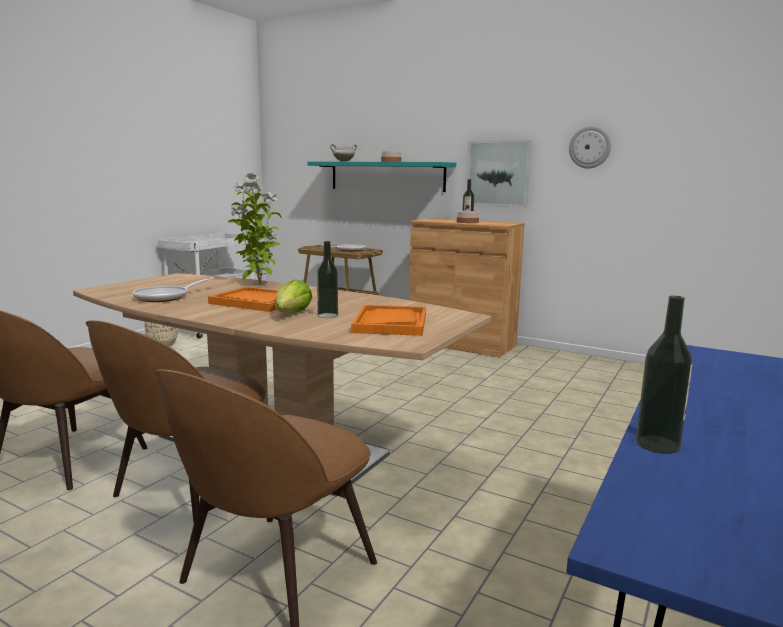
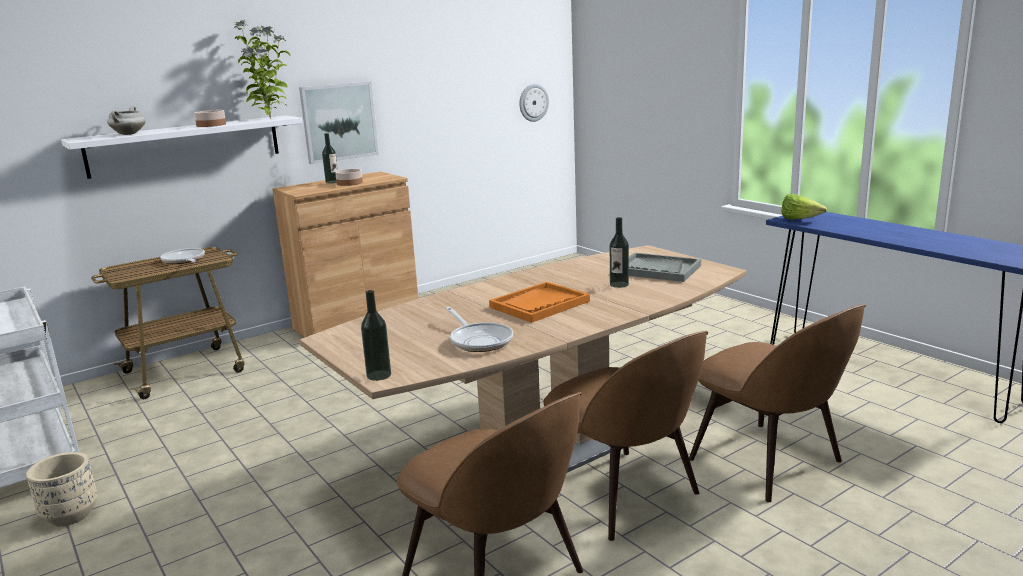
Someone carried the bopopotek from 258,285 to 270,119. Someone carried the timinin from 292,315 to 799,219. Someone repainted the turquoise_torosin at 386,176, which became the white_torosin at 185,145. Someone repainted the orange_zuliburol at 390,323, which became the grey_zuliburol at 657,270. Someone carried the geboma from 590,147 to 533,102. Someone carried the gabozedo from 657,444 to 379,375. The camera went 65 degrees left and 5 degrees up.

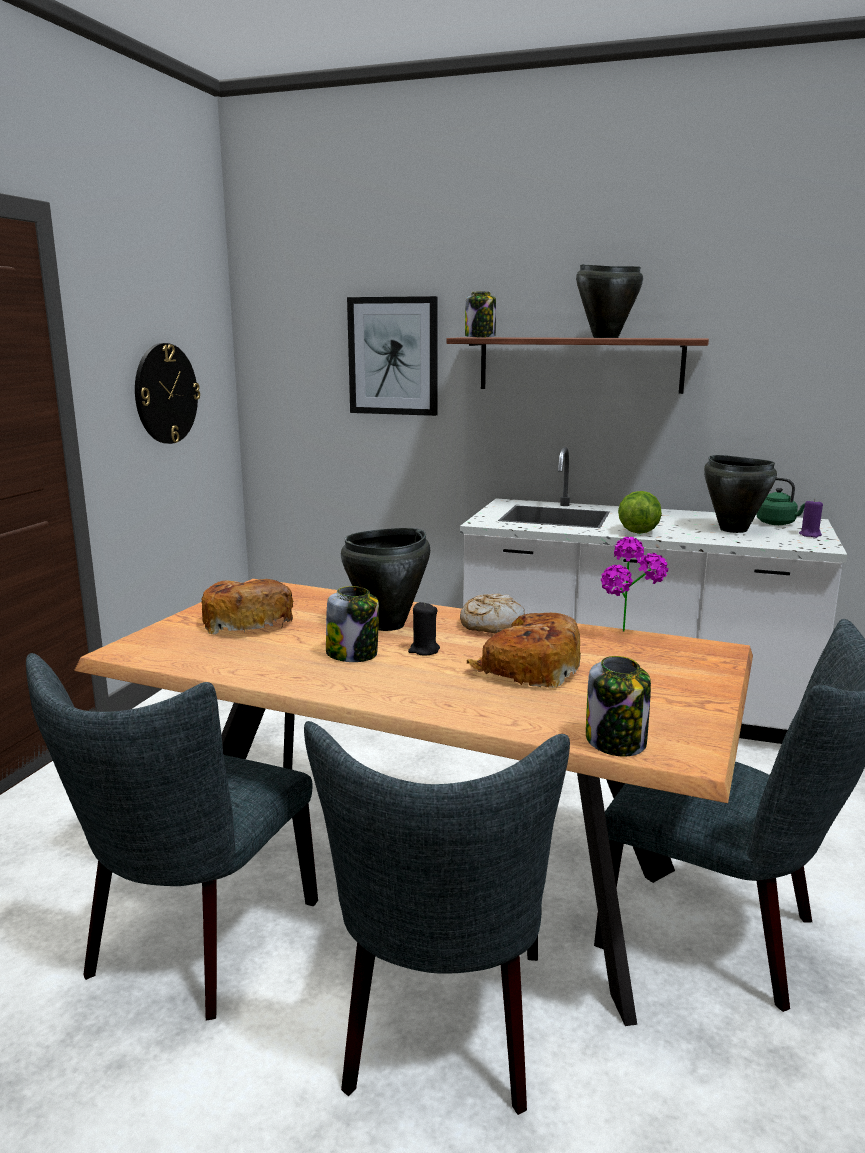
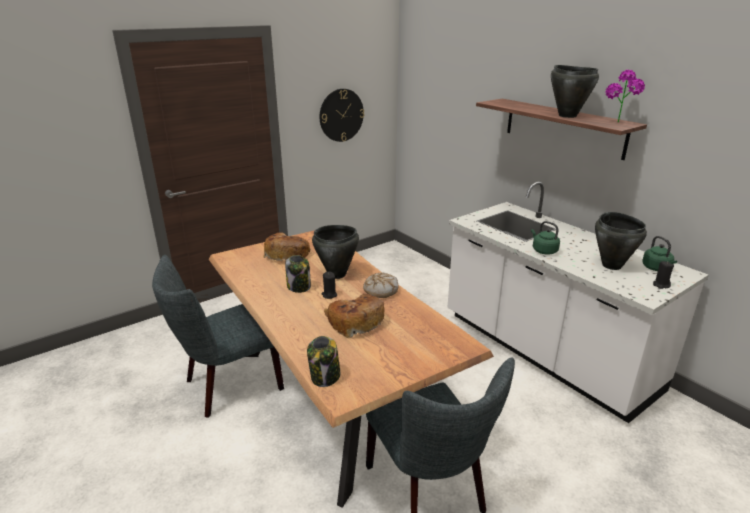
Someone took away the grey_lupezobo at 443,1029. Someone took away the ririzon at 393,356. Someone took away the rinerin at 480,337. Someone carried the bopopotek from 629,635 to 618,123. Someone swapped the timinin at 638,531 for the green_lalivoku at 543,250. Someone repainted the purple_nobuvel at 810,535, which became the black_nobuvel at 661,285. The camera went 35 degrees right and 10 degrees up.

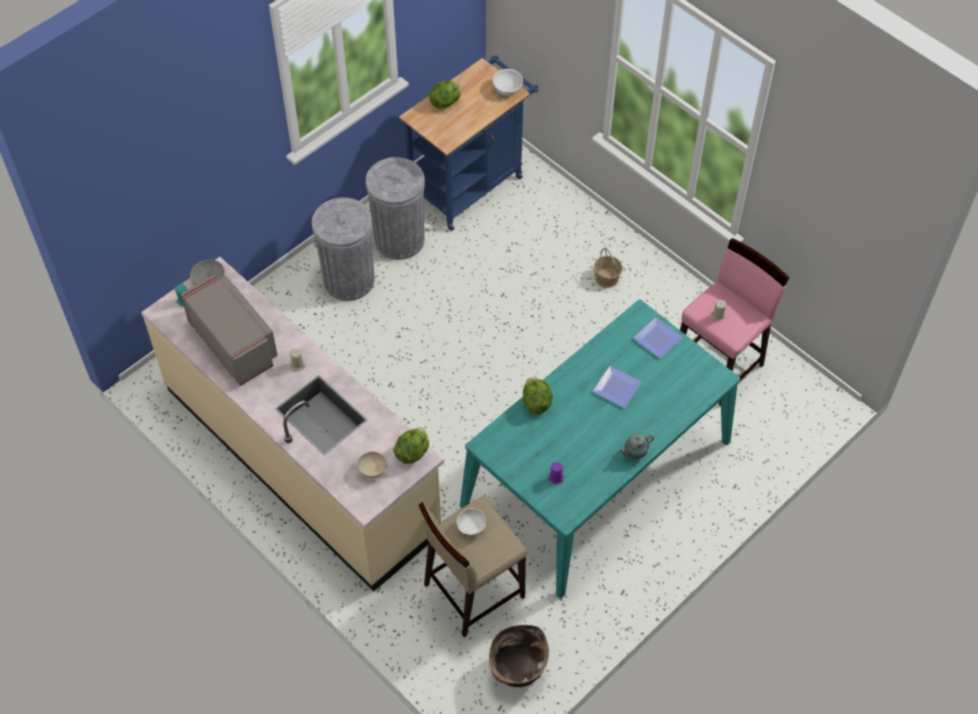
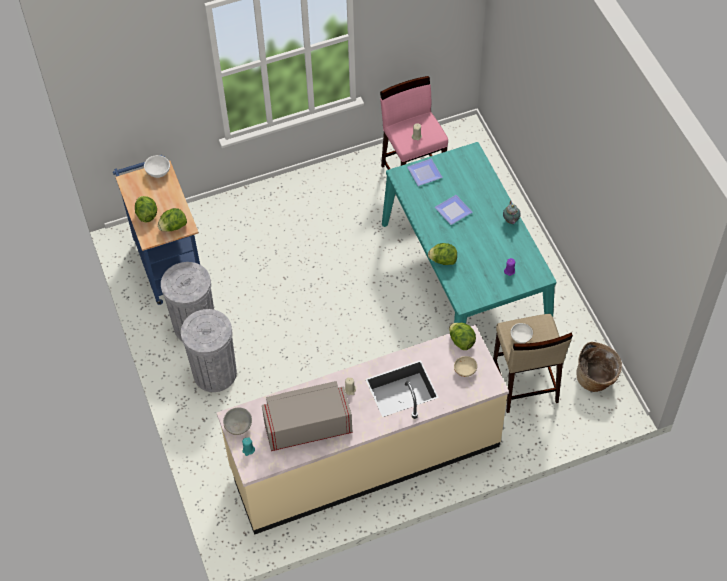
Someone took away the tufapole at 606,278. Someone put down the timinin at 173,227. The camera went 65 degrees left and 0 degrees up.

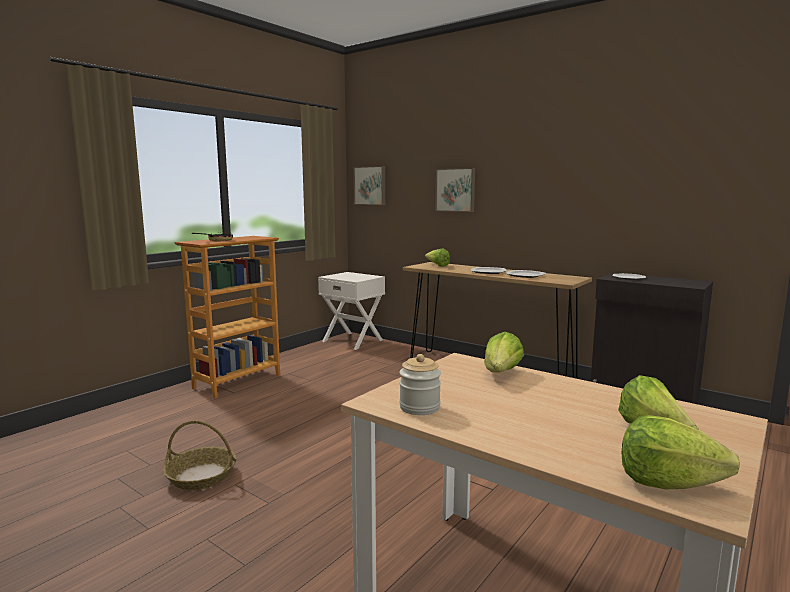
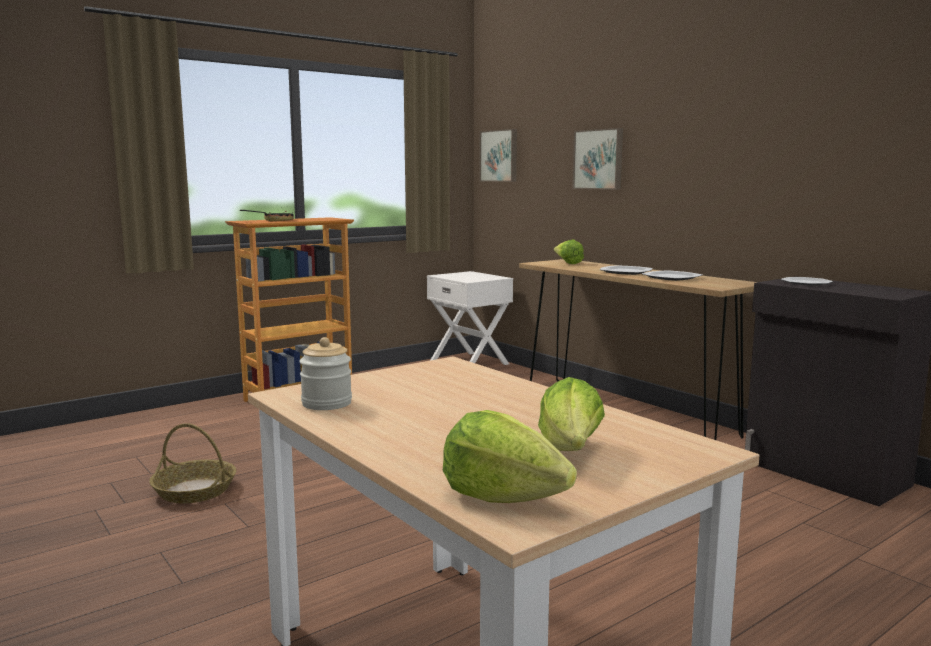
Someone took away the timinin at 501,374. The camera went 15 degrees right and 0 degrees up.

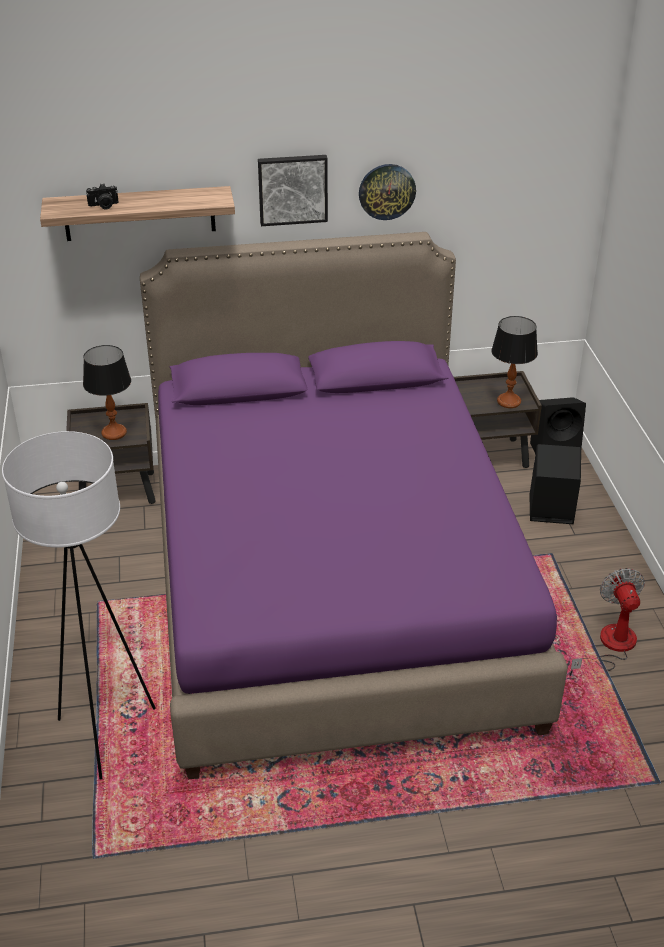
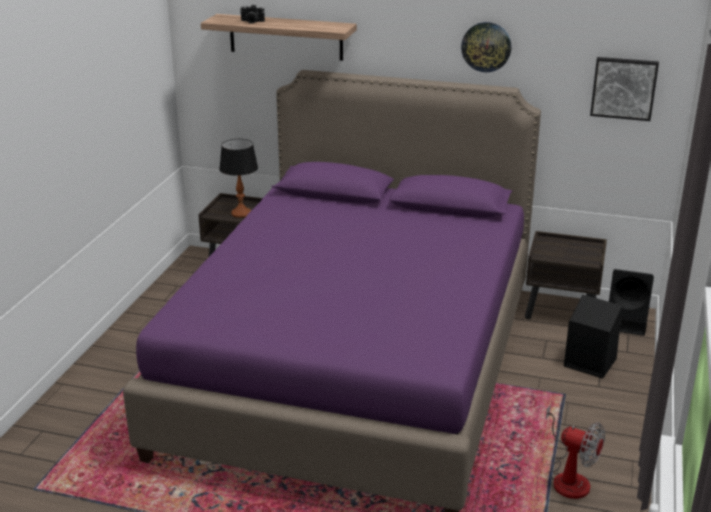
Someone took away the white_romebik at 106,734. Someone carried the ririzon from 292,189 to 624,88. Someone took away the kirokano at 508,401. Someone rotated the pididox at 610,646 by 105 degrees clockwise. The camera went 25 degrees right and 10 degrees down.

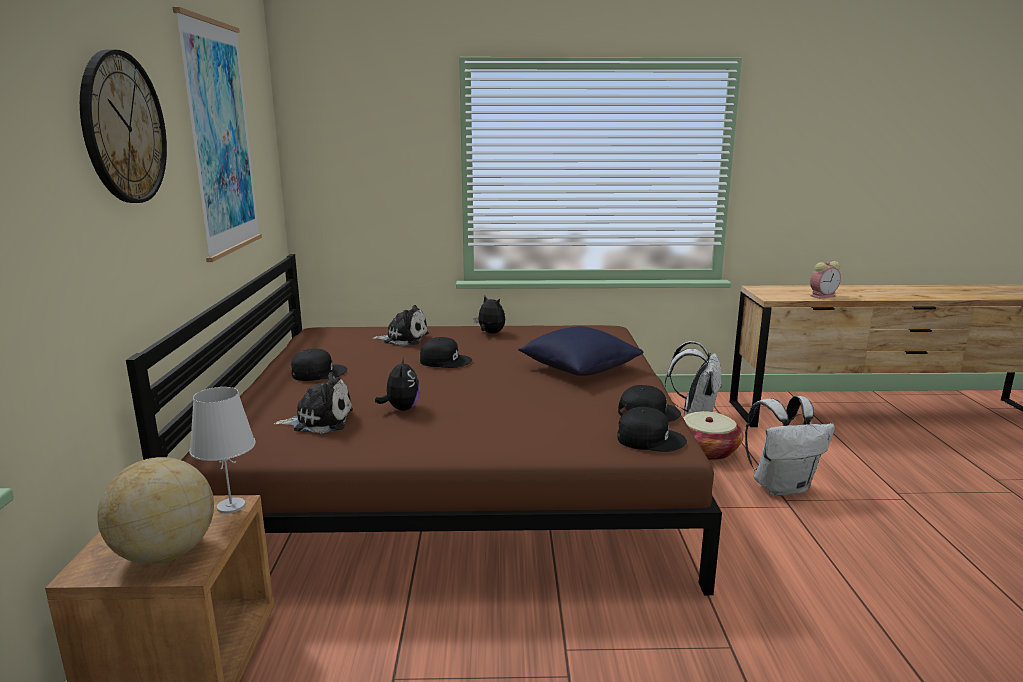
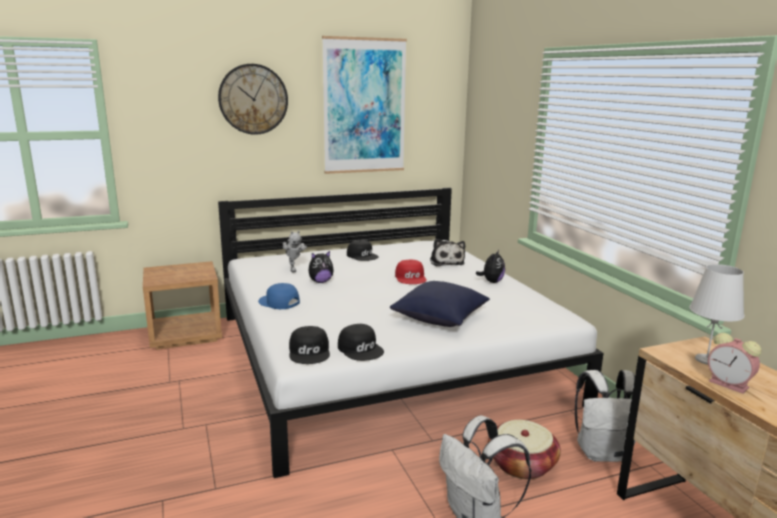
Someone took away the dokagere at 164,554. Someone repainted the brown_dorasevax at 455,474, which became the white_dorasevax at 385,356. Someone carried the white_kirokano from 231,506 to 707,360. Someone swapped the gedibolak at 319,420 for the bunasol at 293,269. Someone repainted the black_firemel at 445,360, which became the red_firemel at 411,278. Someone put down the blue_firemel at 278,302. The camera went 70 degrees right and 0 degrees up.

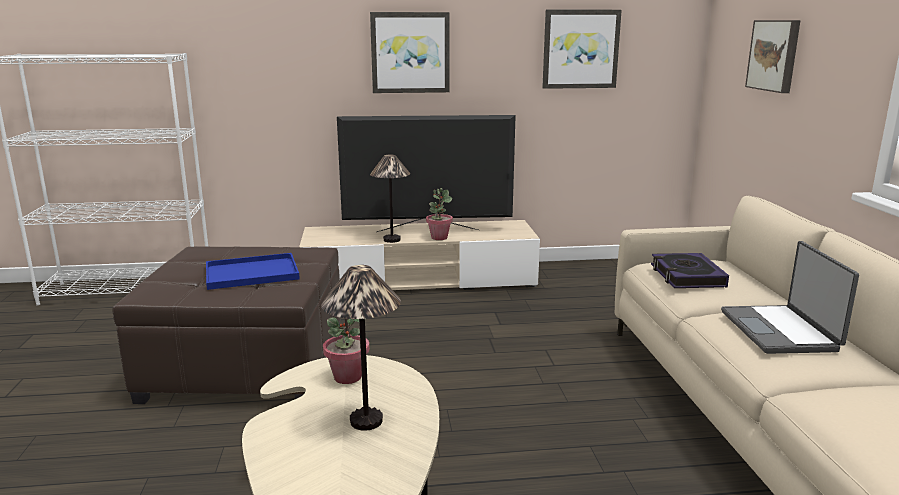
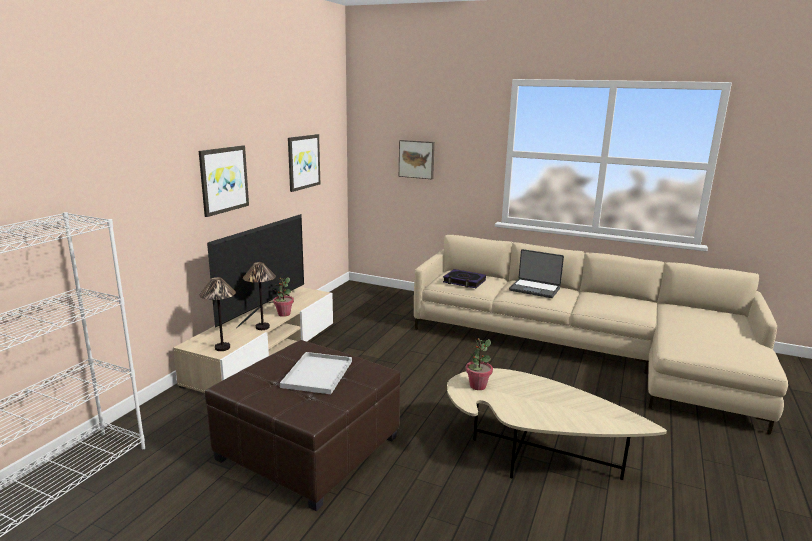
Someone repainted the blue_zuliburol at 254,272, which became the white_zuliburol at 317,373. Someone carried the kirokano from 366,421 to 222,347. The camera went 60 degrees left and 0 degrees up.

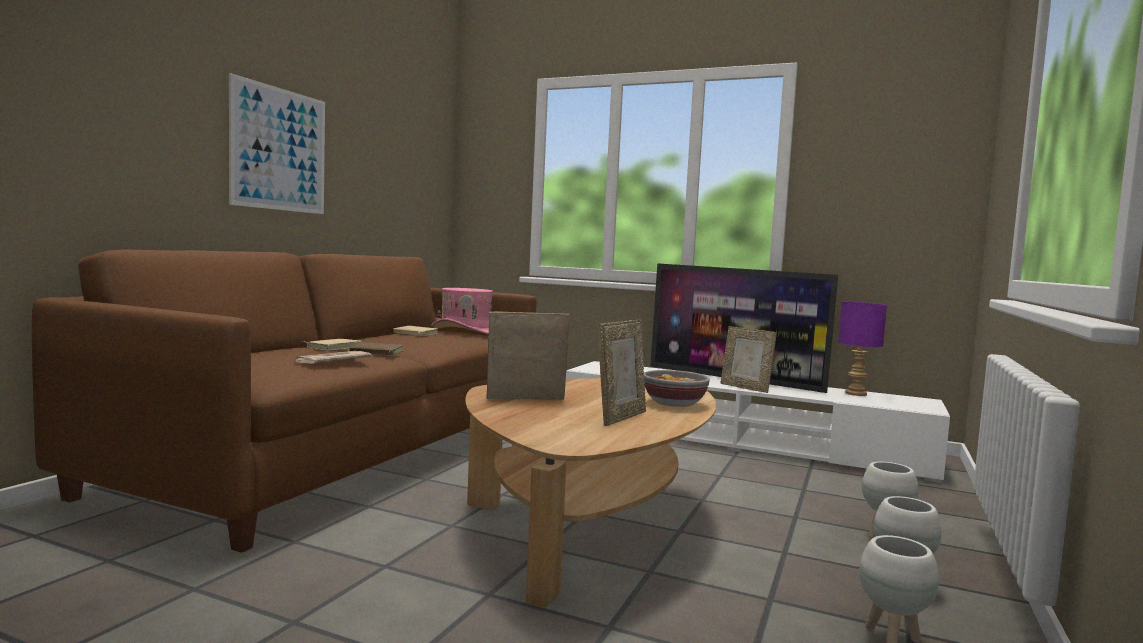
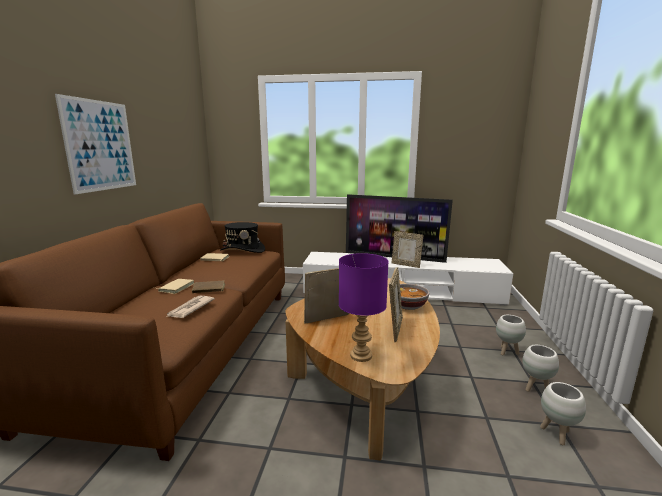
Someone repainted the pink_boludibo at 466,331, which became the black_boludibo at 243,250. Someone carried the purple_kirokano from 856,394 to 361,356. The camera went 15 degrees left and 10 degrees up.

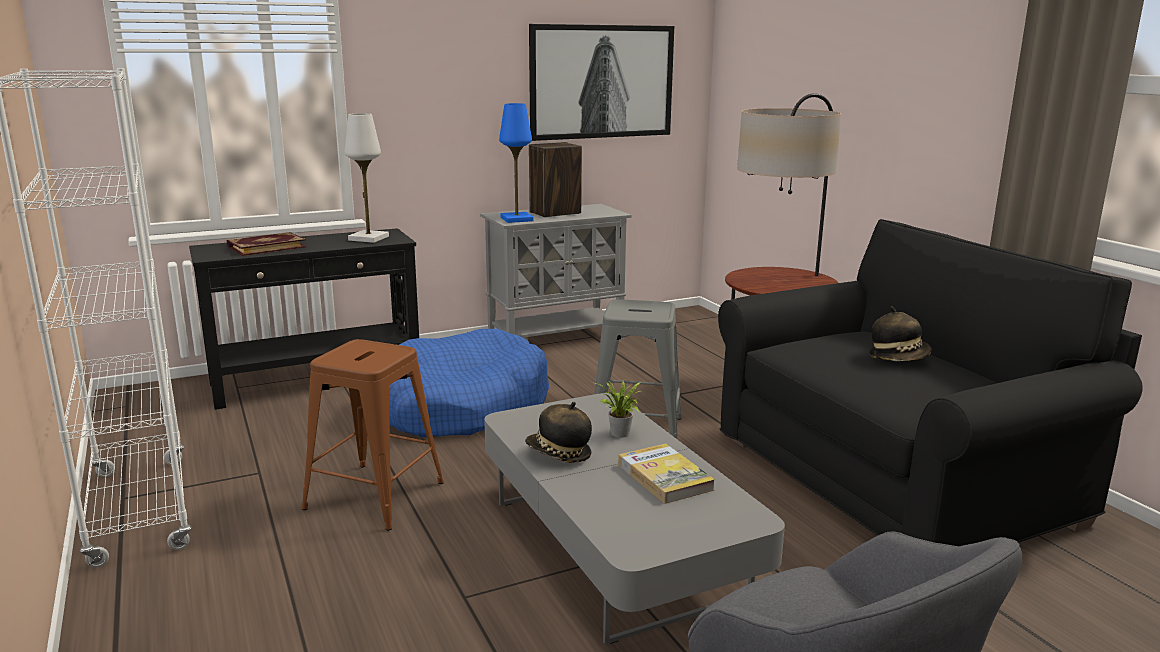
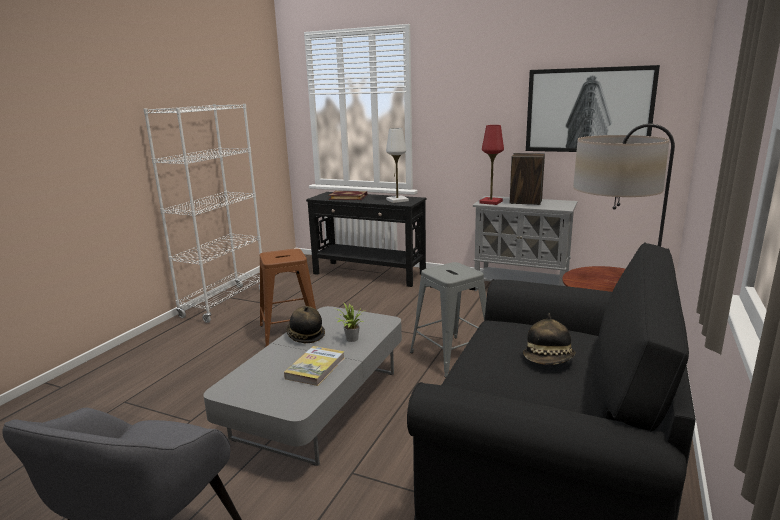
Someone took away the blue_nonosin at 460,406. Someone repainted the blue_kirokano at 516,219, which became the red_kirokano at 491,202. The camera went 50 degrees right and 0 degrees up.

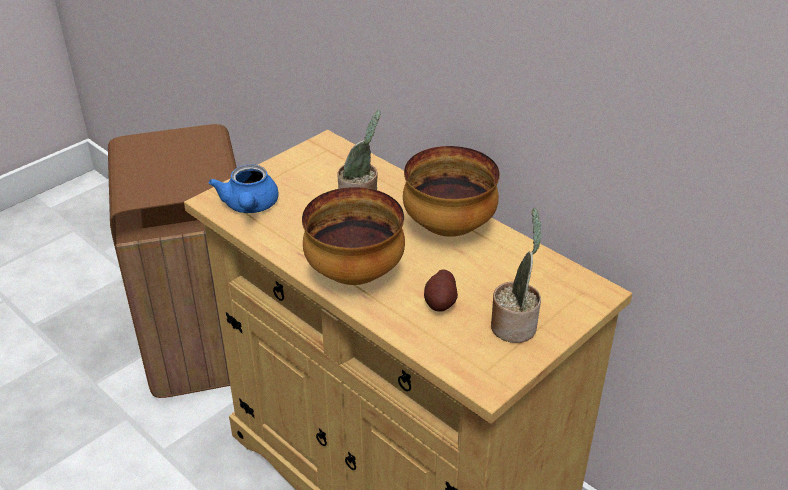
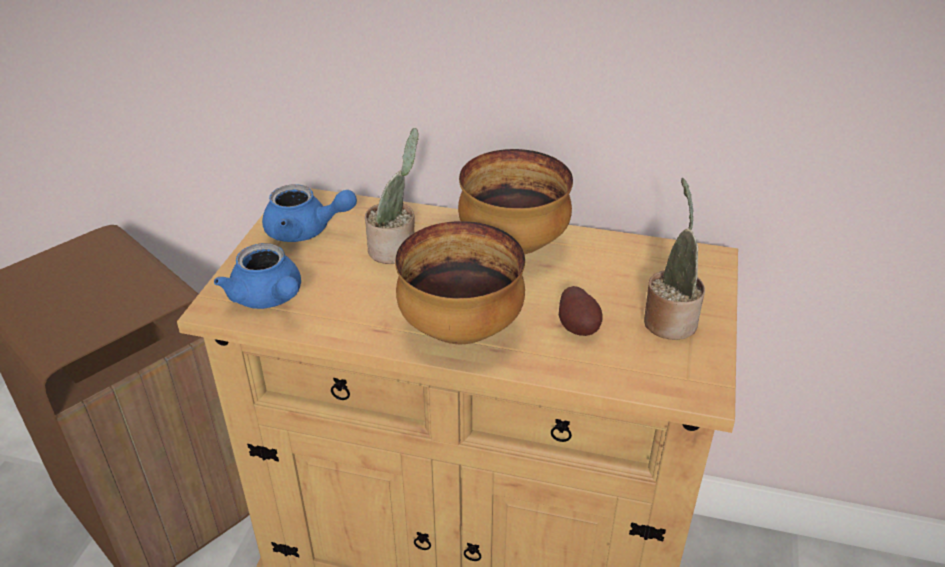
Someone put down the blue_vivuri at 306,231. The camera went 30 degrees left and 0 degrees up.

